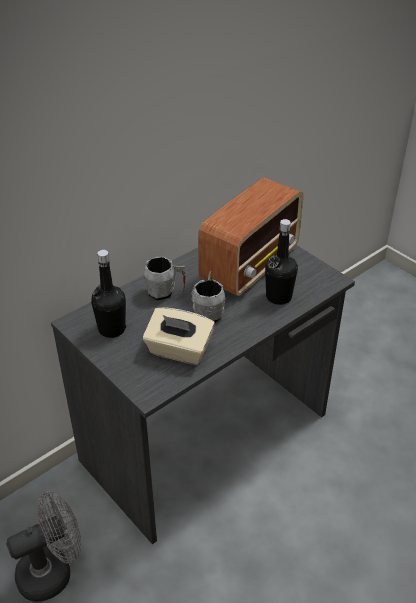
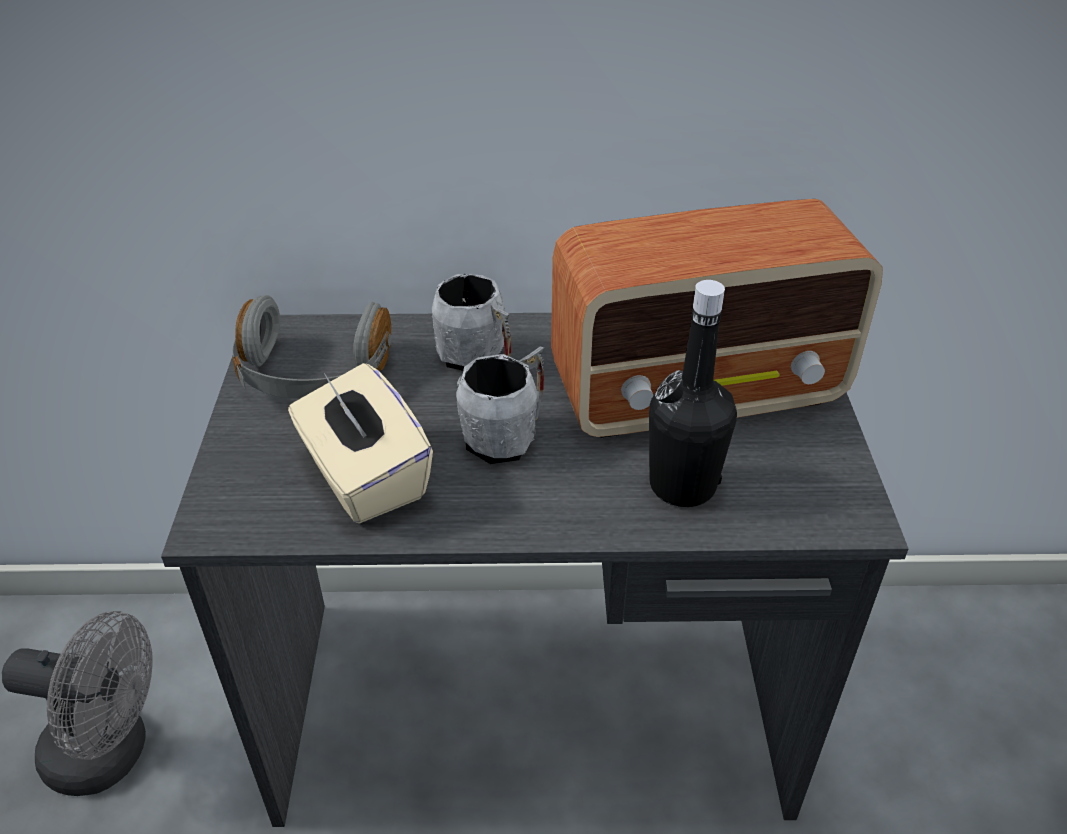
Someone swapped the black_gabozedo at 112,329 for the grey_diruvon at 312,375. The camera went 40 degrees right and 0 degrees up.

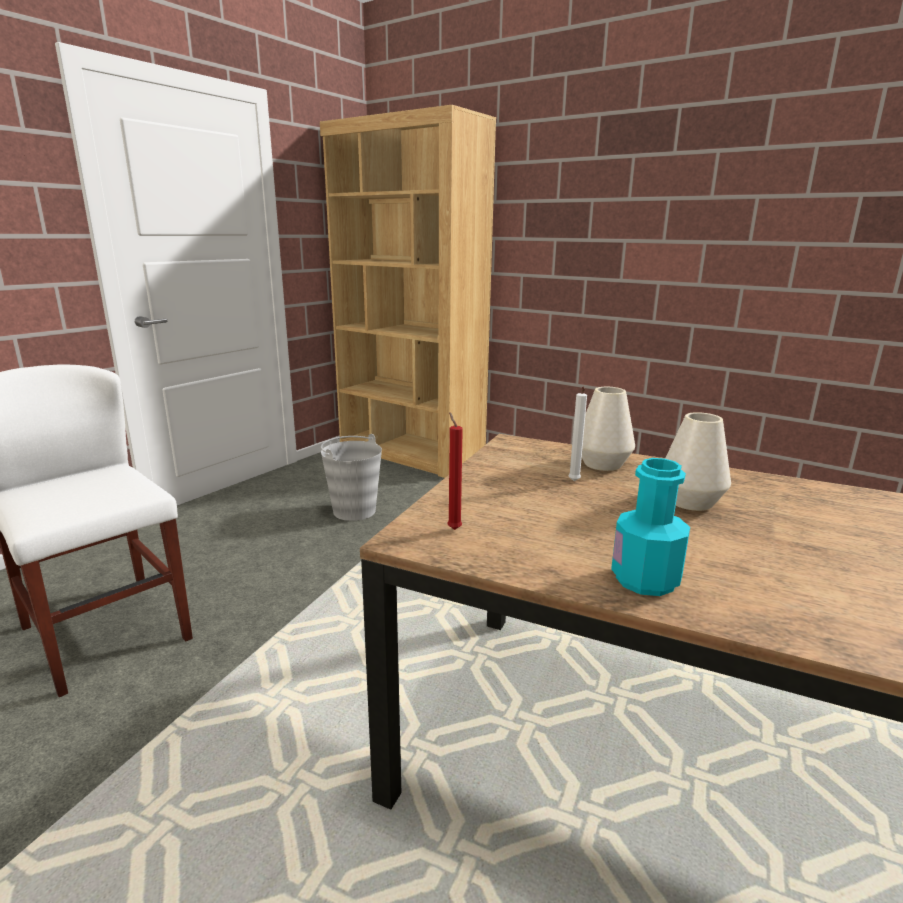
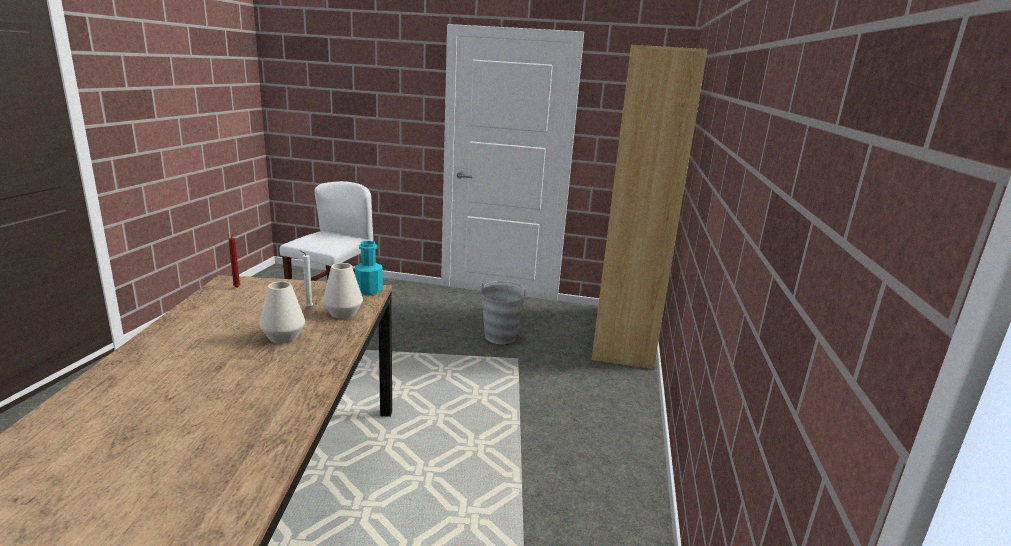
Someone carried the turquoise_gabozedo from 645,579 to 369,290. The camera went 65 degrees right and 0 degrees up.

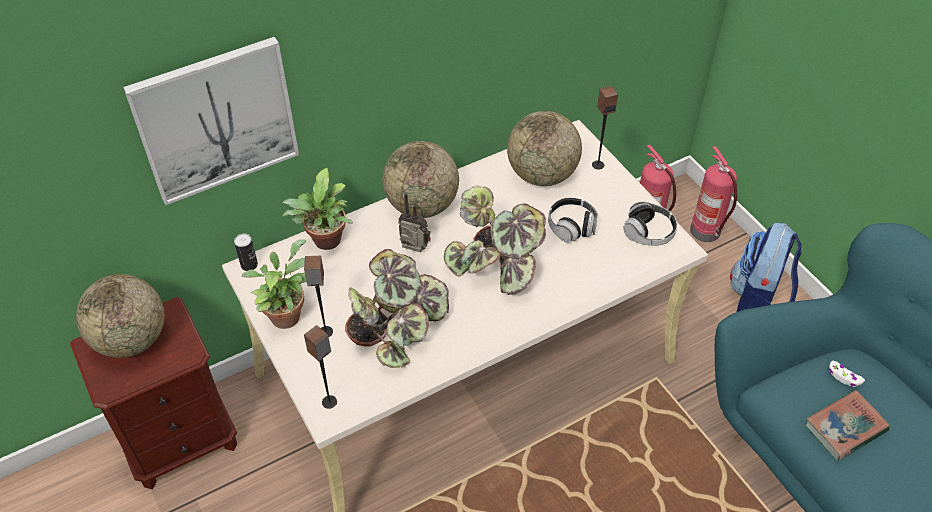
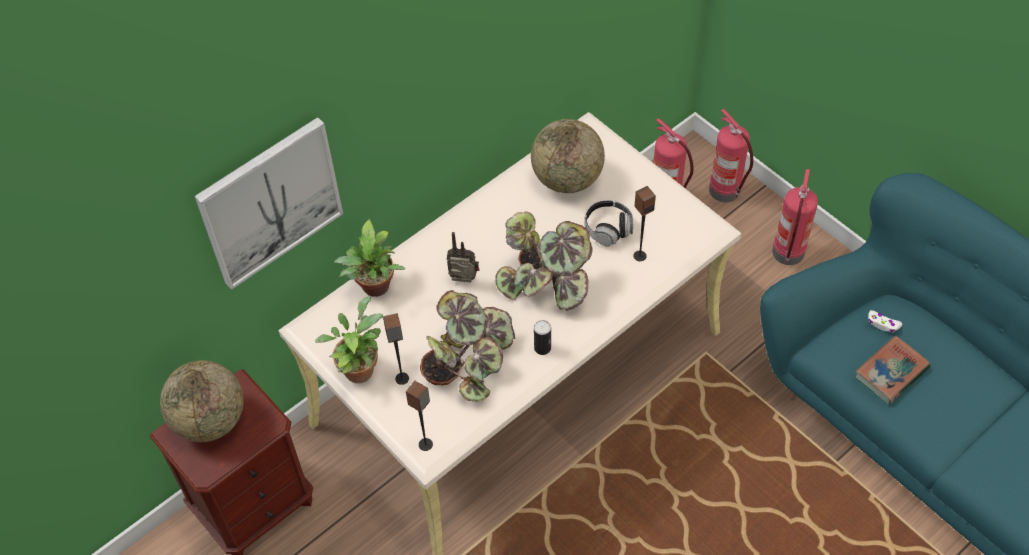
Someone carried the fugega from 249,264 to 542,348. Someone took away the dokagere at 422,205. Someone carried the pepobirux from 598,164 to 639,255. Someone took away the diruvon at 648,233. Someone swapped the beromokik at 757,299 for the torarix at 788,253. The camera went 10 degrees left and 5 degrees up.

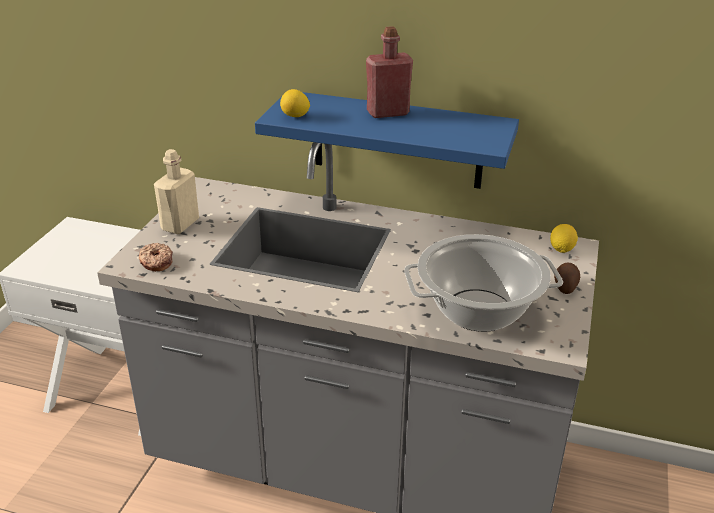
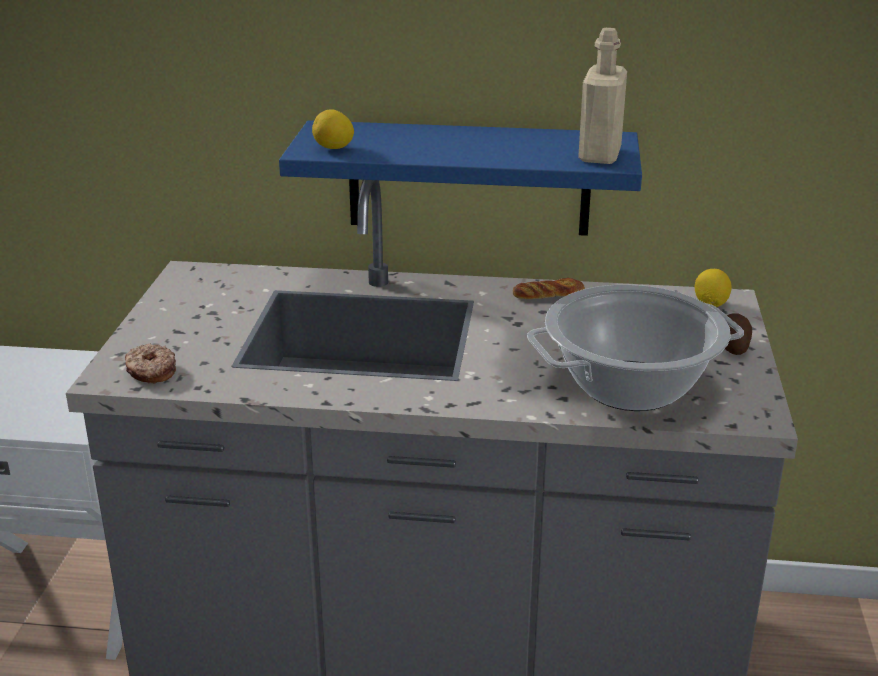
Someone carried the beige_gabozedo from 180,225 to 599,155. Someone took away the red_gabozedo at 387,112. Someone put down the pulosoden at 548,295. The camera went 10 degrees left and 5 degrees down.

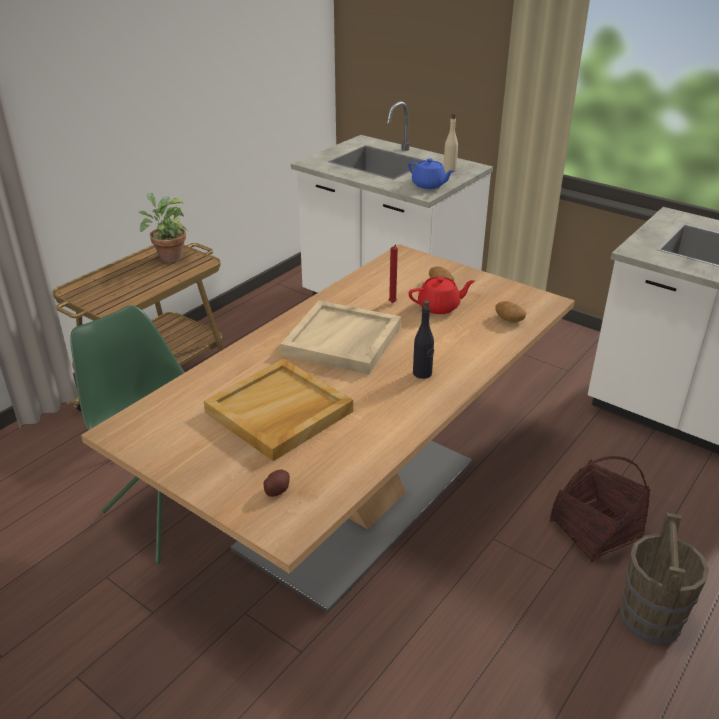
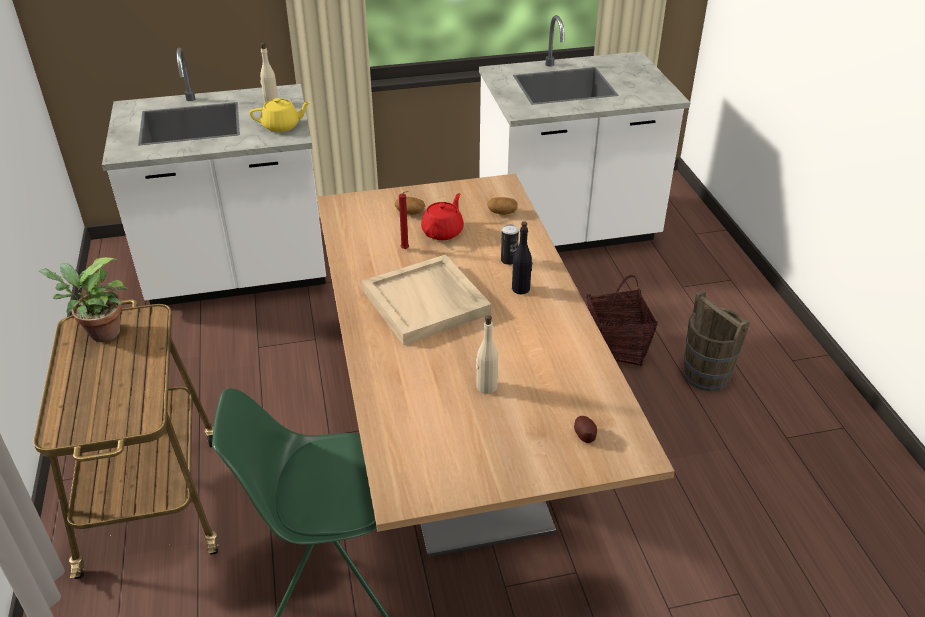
Someone swapped the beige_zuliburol at 279,413 for the beige_gabozedo at 486,386. Someone repainted the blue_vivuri at 429,185, which became the yellow_vivuri at 282,126. Someone put down the fugega at 509,260. The camera went 50 degrees left and 5 degrees up.

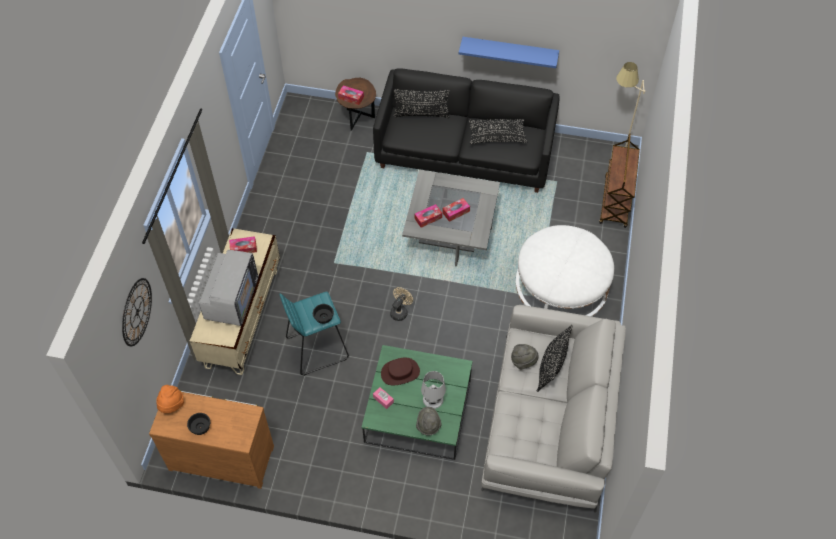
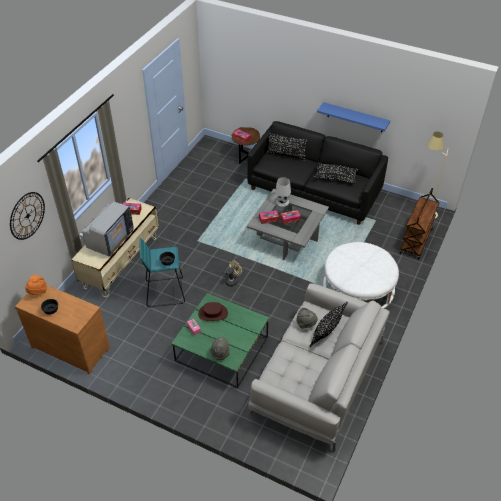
Someone carried the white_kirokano from 433,399 to 282,202. The camera went 15 degrees right and 10 degrees down.

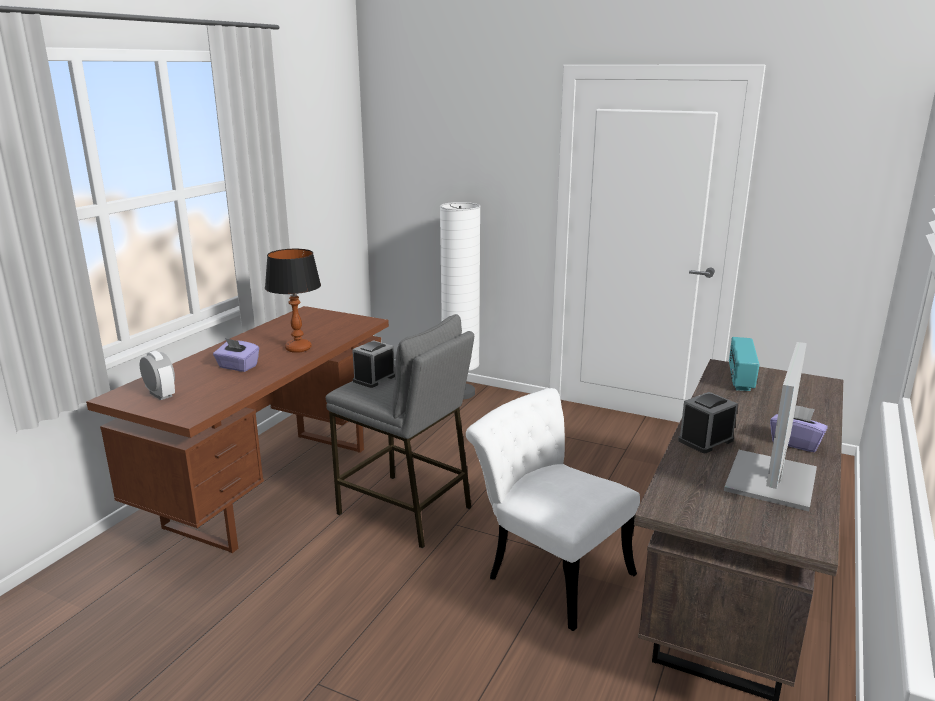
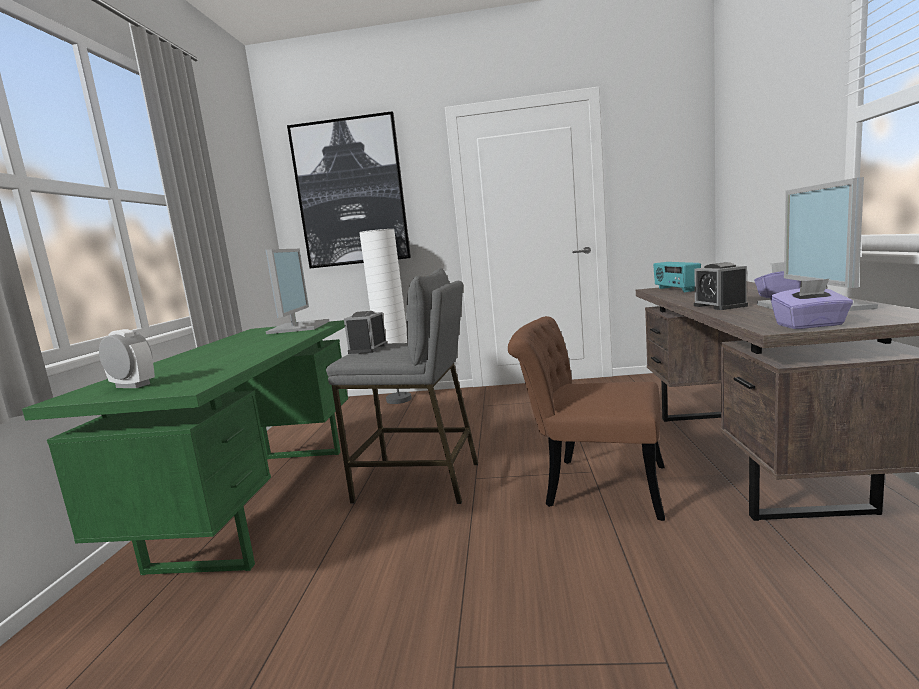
Someone repainted the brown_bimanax at 272,484, which became the green_bimanax at 261,500. Someone carried the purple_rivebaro from 237,367 to 810,325. Someone took away the kirokano at 298,348. Someone repainted the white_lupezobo at 548,570, which became the brown_lupezobo at 591,485. Someone rotated the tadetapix at 705,440 by 45 degrees counterclockwise. Someone put down the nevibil at 298,327. Someone put up the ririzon at 351,193. The camera went 20 degrees left and 10 degrees down.

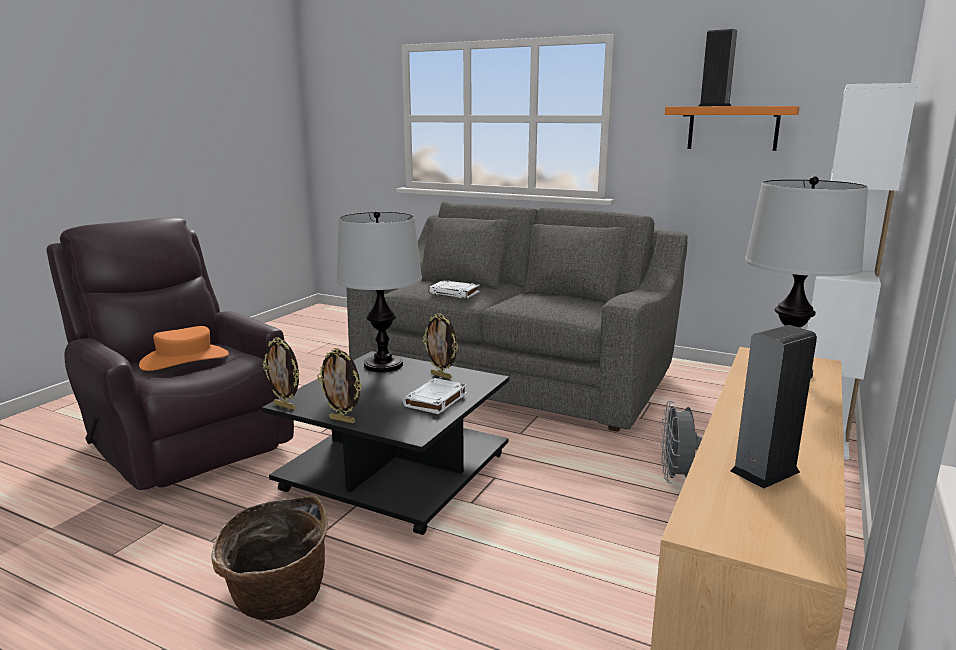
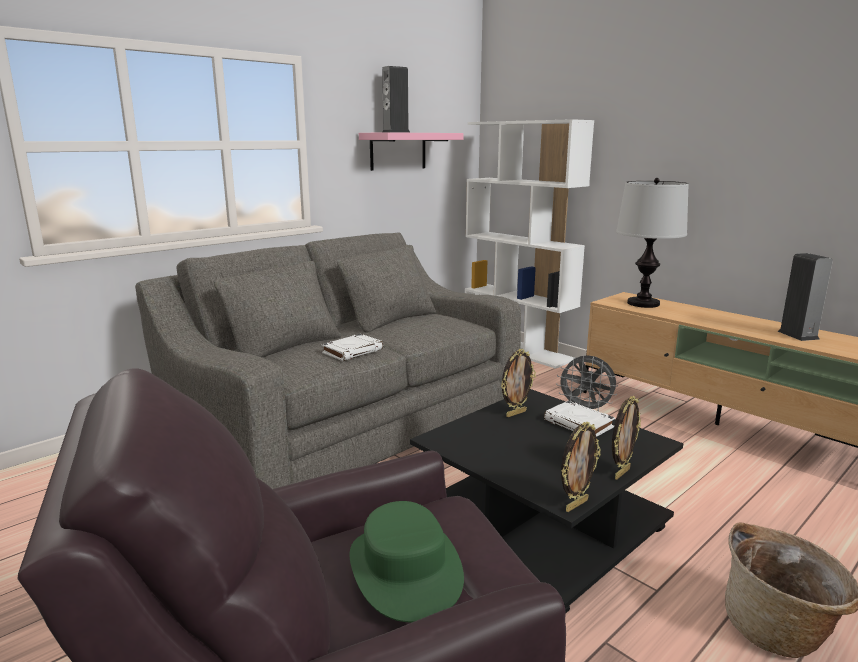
Someone repainted the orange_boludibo at 185,359, which became the green_boludibo at 404,569. Someone took away the kirokano at 383,365. Someone repainted the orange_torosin at 733,128, which became the pink_torosin at 398,151. The camera went 70 degrees left and 0 degrees up.

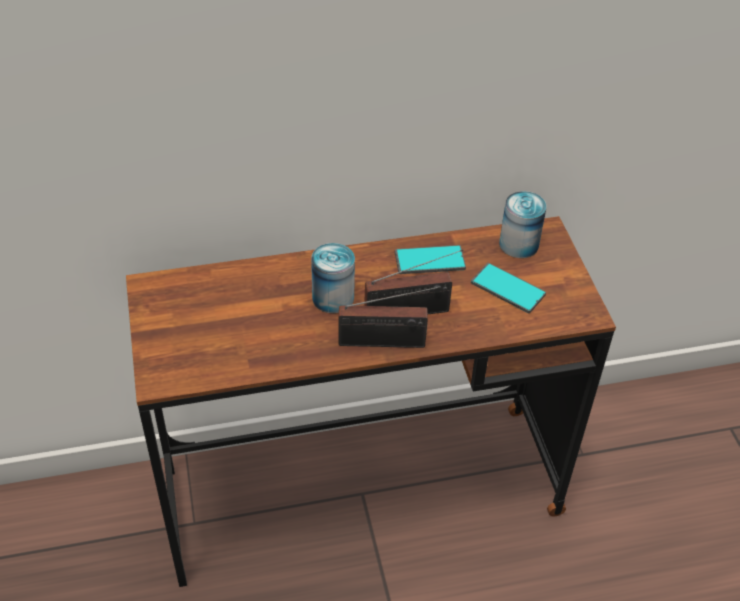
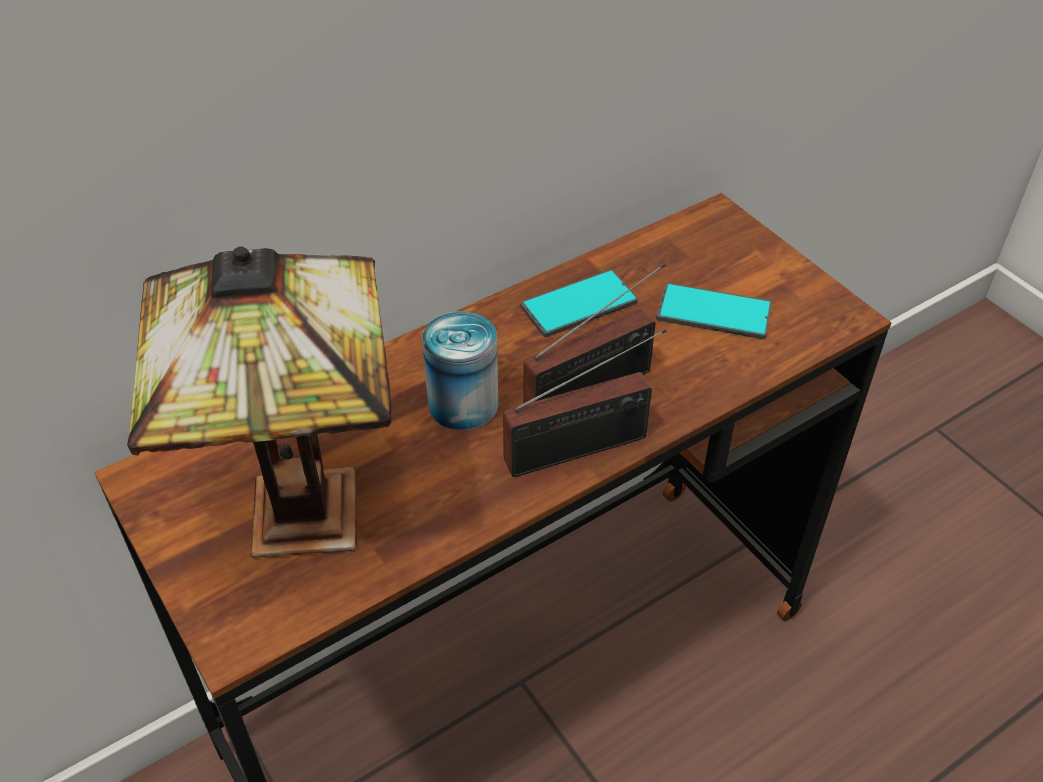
Someone took away the fugega at 518,244. Someone put down the kirokano at 295,519. The camera went 20 degrees left and 0 degrees up.

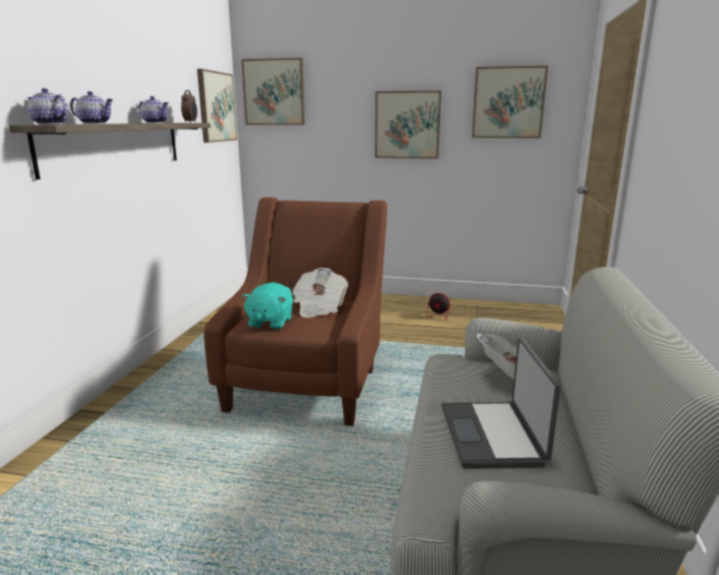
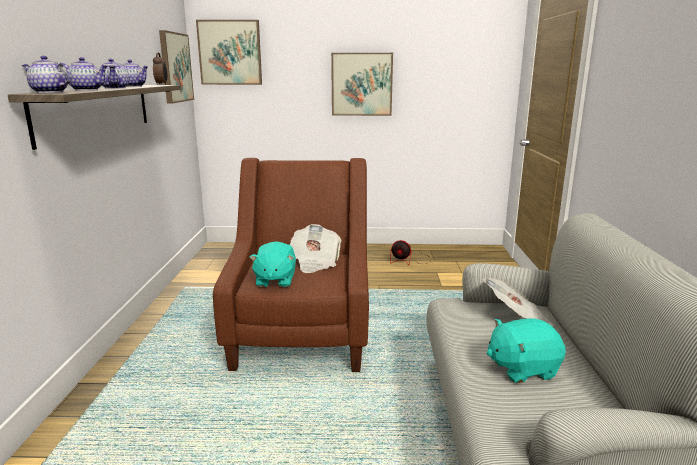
Someone swapped the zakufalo at 493,435 for the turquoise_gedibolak at 522,369. Someone took away the ririzon at 508,103. Someone put down the vivuri at 115,88. The camera went 10 degrees left and 0 degrees up.

